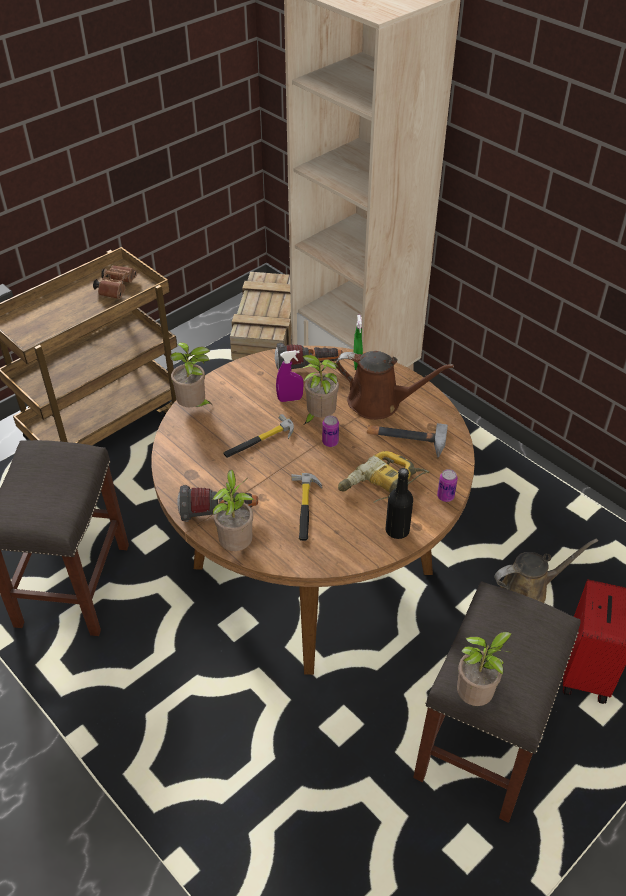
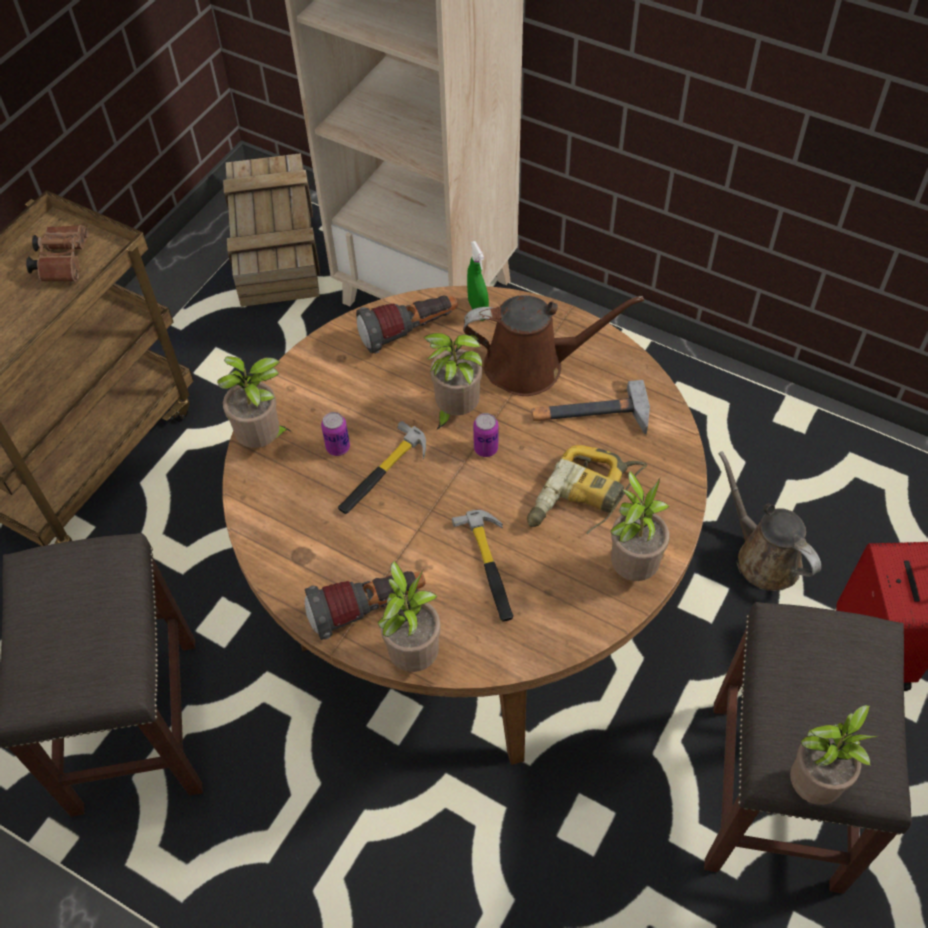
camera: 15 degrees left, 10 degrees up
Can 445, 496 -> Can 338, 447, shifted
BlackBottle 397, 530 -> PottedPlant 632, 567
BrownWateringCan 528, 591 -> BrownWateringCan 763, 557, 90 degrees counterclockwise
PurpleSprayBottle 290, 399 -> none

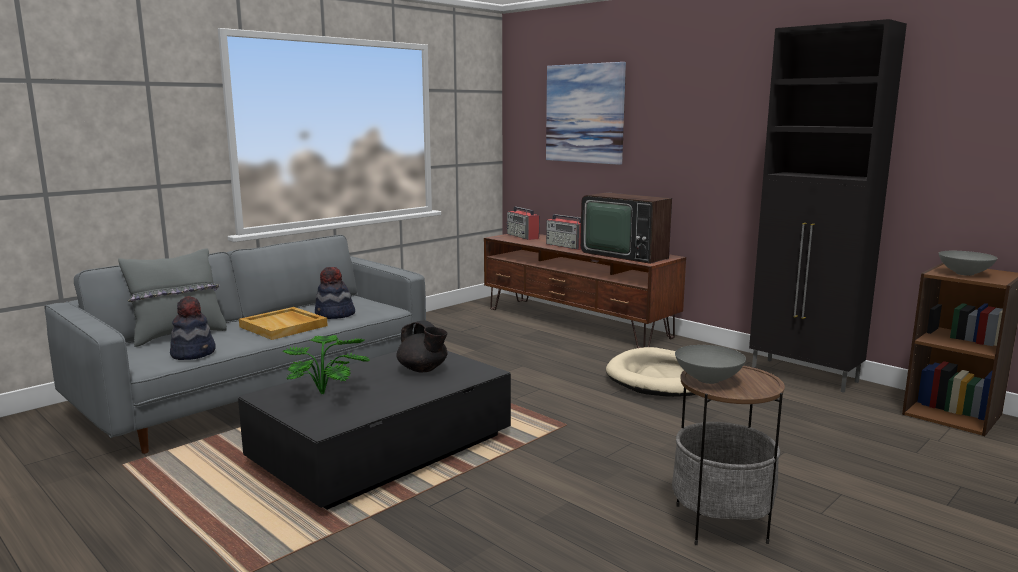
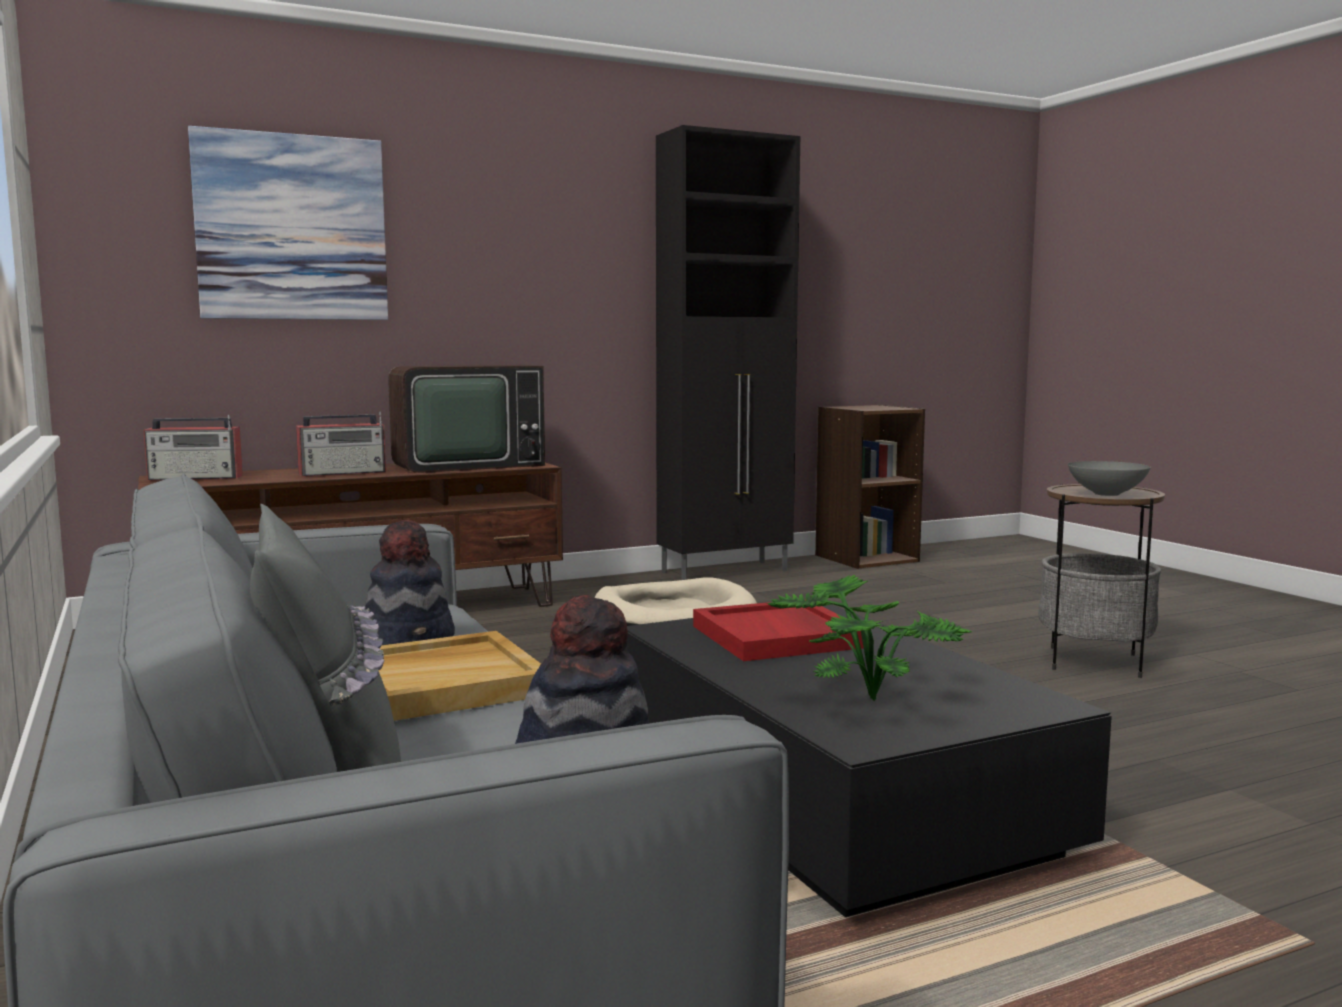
camera: 70 degrees left, 5 degrees down
BlackTeapot 423, 369 -> RedTray 779, 637
GreyBowl 965, 274 -> none

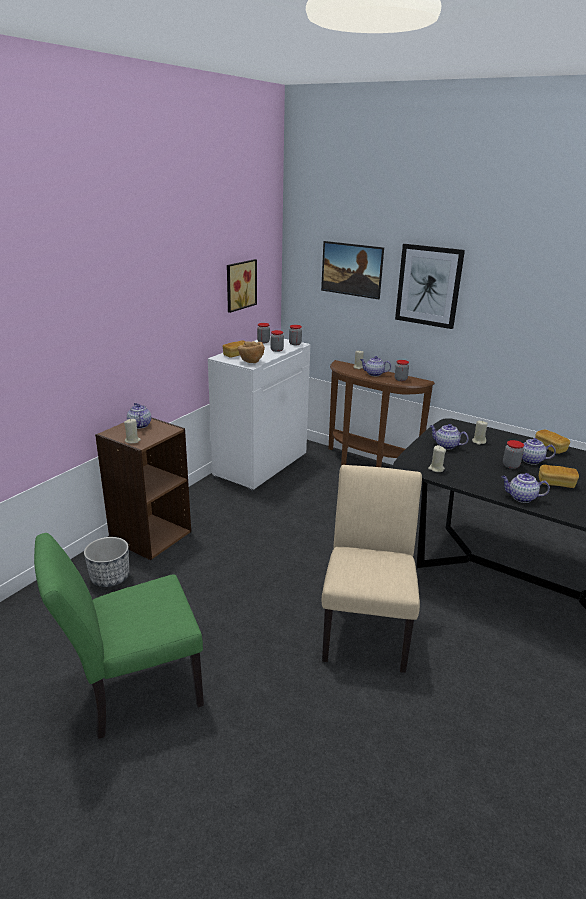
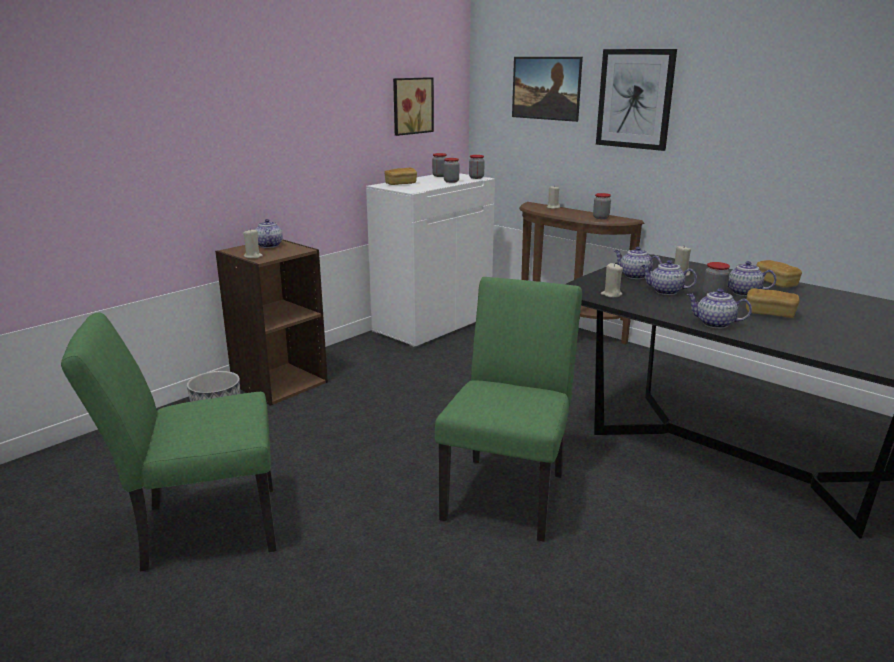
camera: 10 degrees right, 5 degrees down
BeigeChair 366, 627 -> GreenChair 508, 490
Teapot 374, 374 -> Teapot 665, 291, shifted
BrownBowl 251, 362 -> none

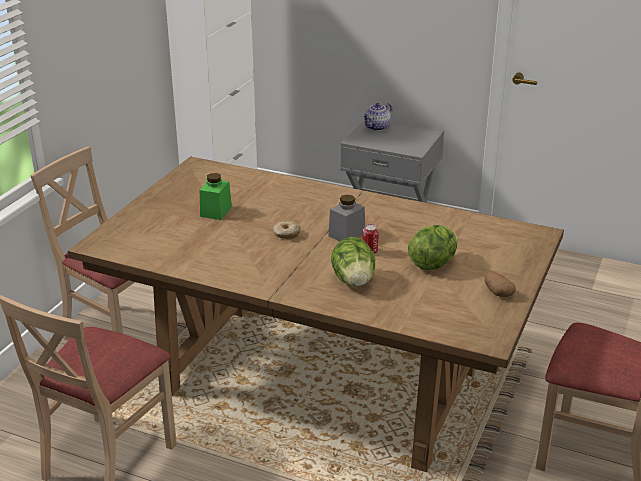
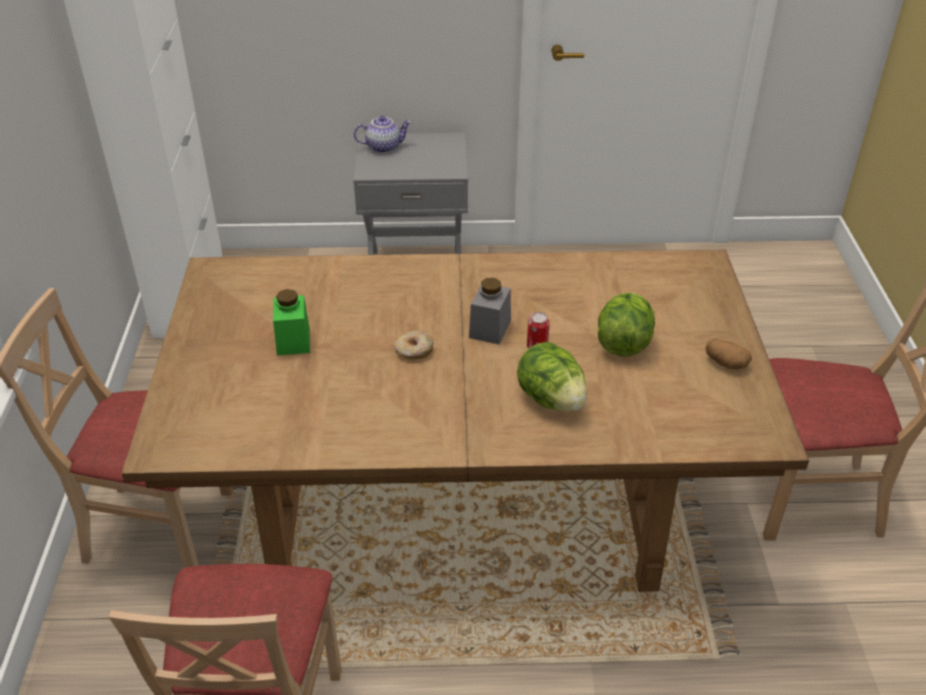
camera: 25 degrees left, 10 degrees up
Teapot 377, 127 -> Teapot 383, 146, 120 degrees counterclockwise

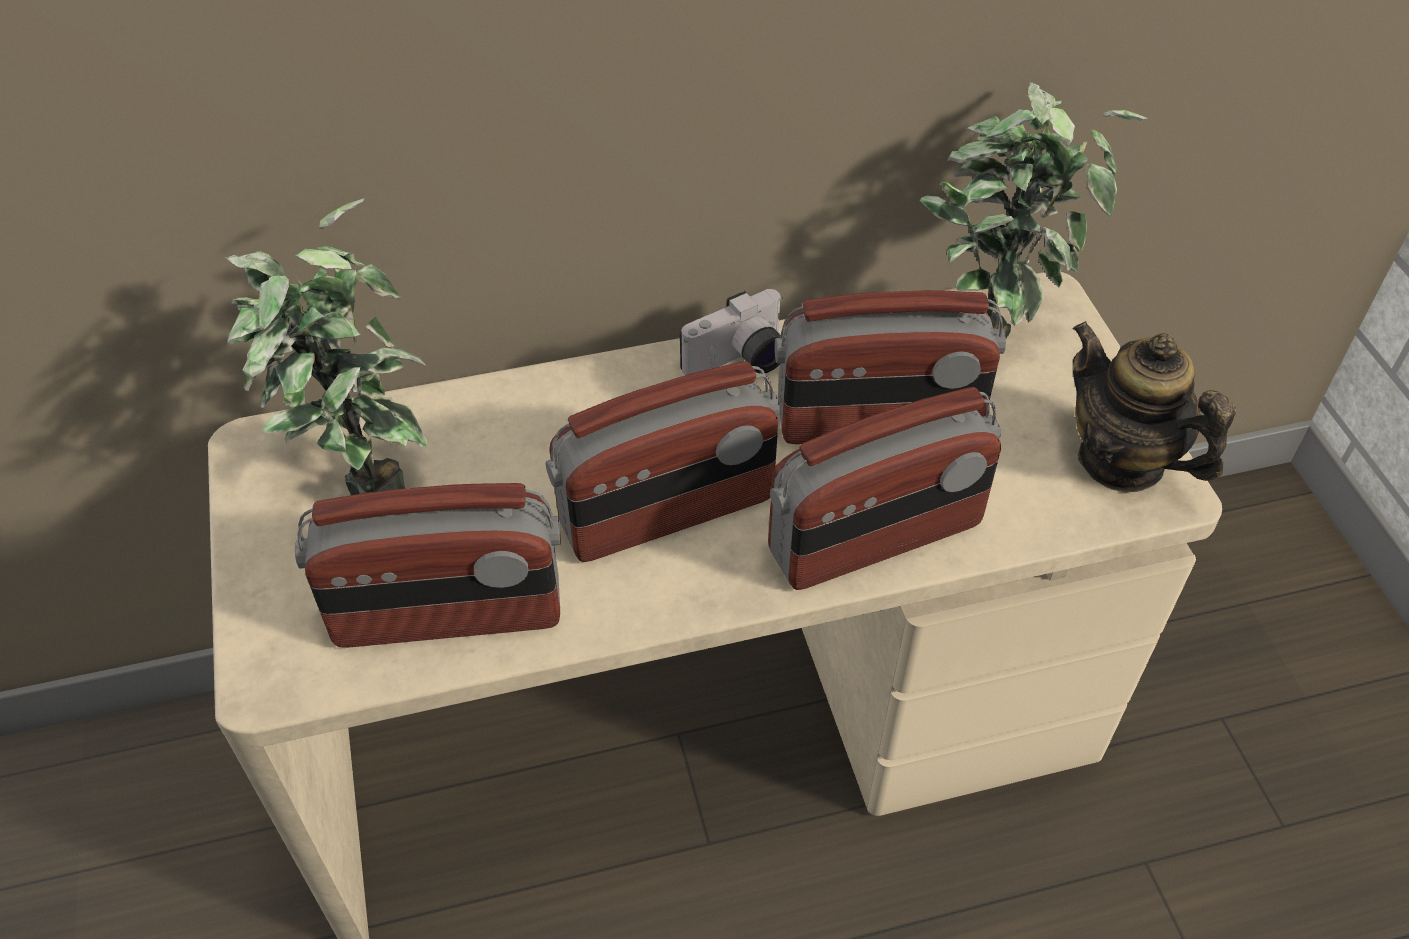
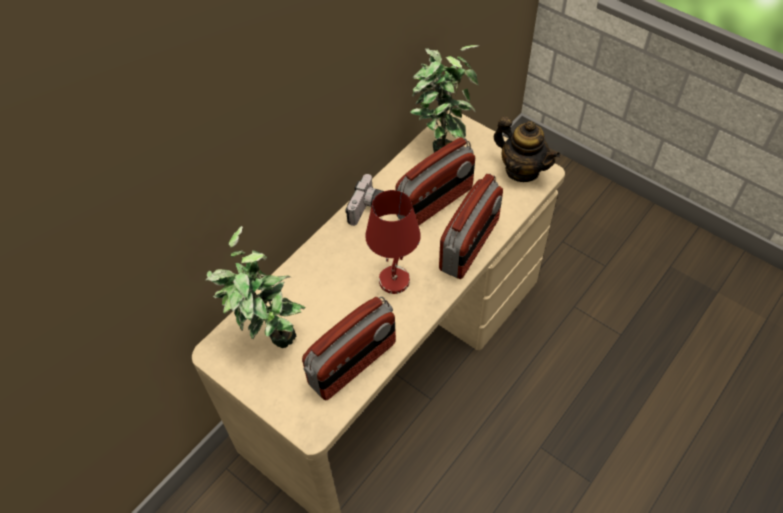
camera: 35 degrees left, 5 degrees up
Radio 668, 513 -> RedTableLamp 394, 279
Teapot 1122, 460 -> Teapot 522, 170, 150 degrees counterclockwise

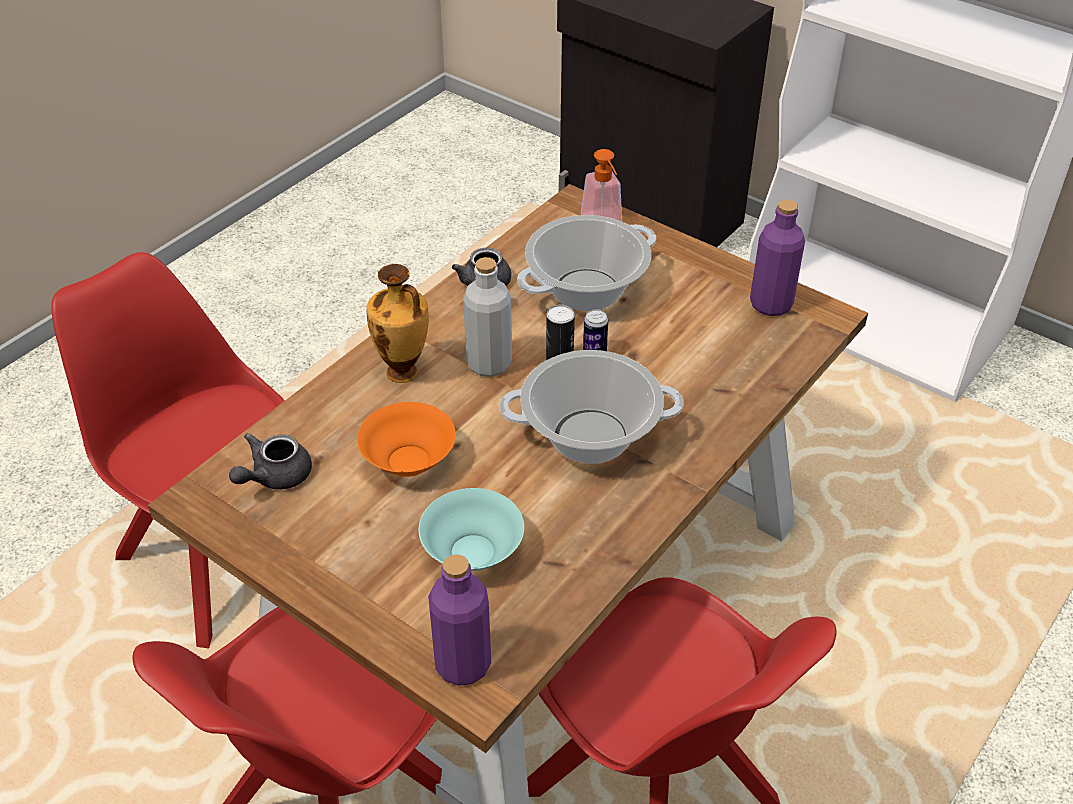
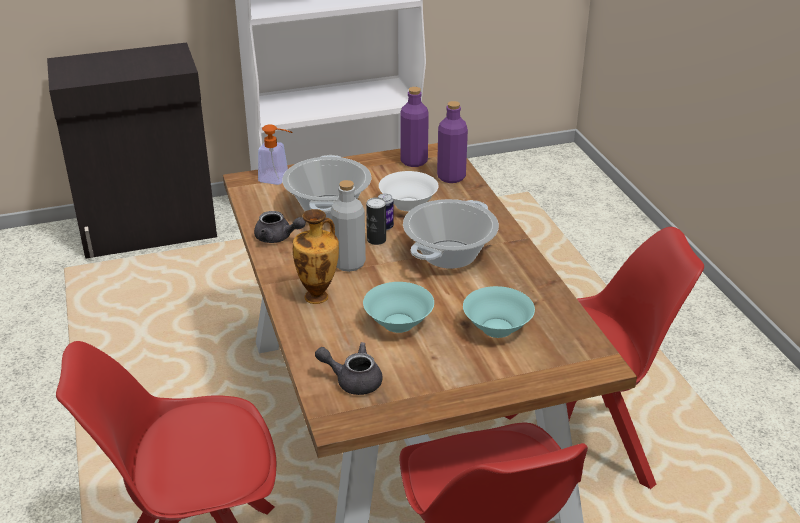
camera: 55 degrees left, 10 degrees down
GreyTeapot 274, 476 -> GreyTeapot 353, 380, 120 degrees clockwise
OrangeBowl 407, 460 -> TurquoiseBowl 398, 323
none -> WhiteBowl 408, 204
PurpleBottle 463, 664 -> PurpleBottle 451, 177, shifted

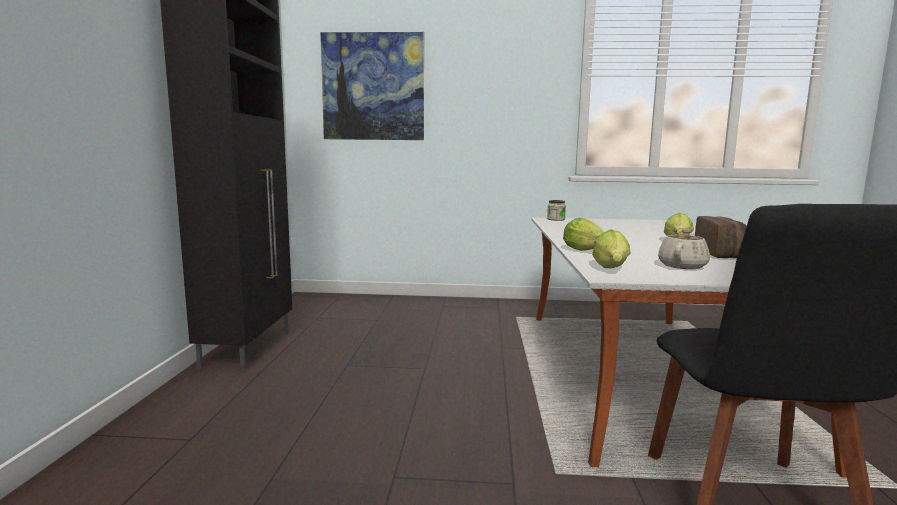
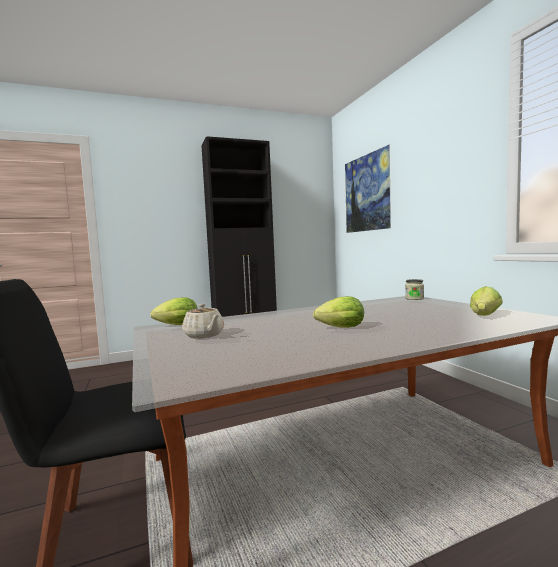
camera: 65 degrees right, 5 degrees down
BeigeTeapot 682, 266 -> BeigeTeapot 204, 335, 45 degrees clockwise
Lettuce 586, 251 -> Lettuce 484, 316, shifted
Bread 723, 253 -> none

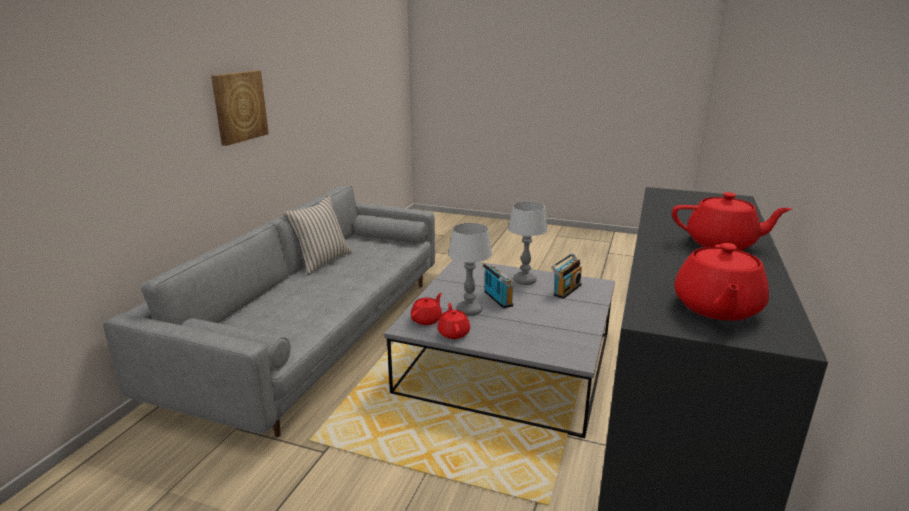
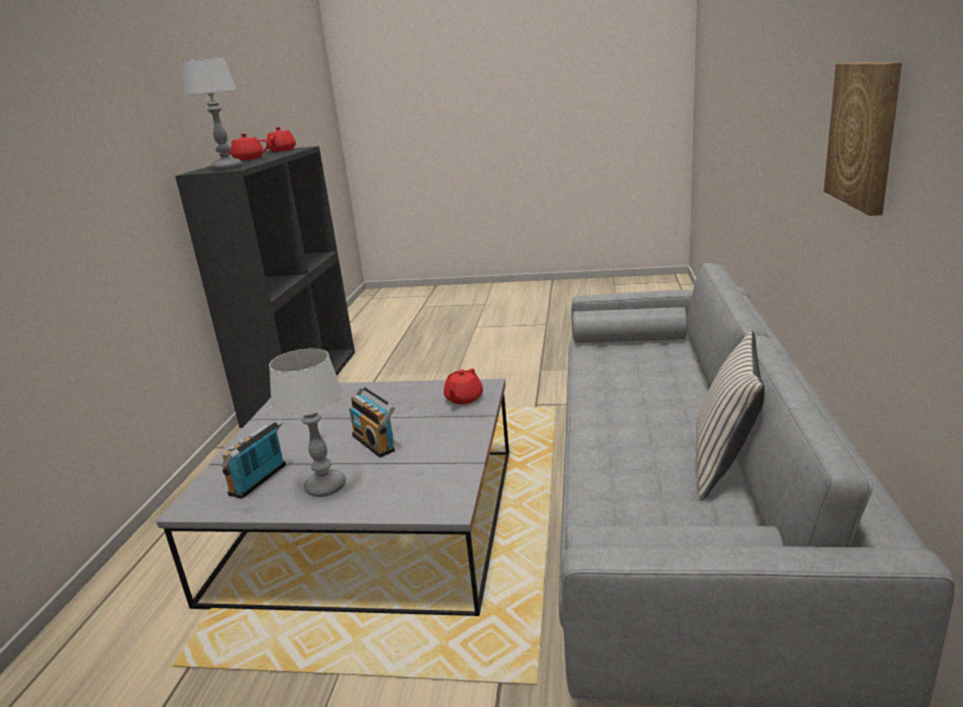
camera: 170 degrees right, 0 degrees up
TableLamp 468, 310 -> TableLamp 228, 168, shifted
RedTeapot 453, 333 -> none

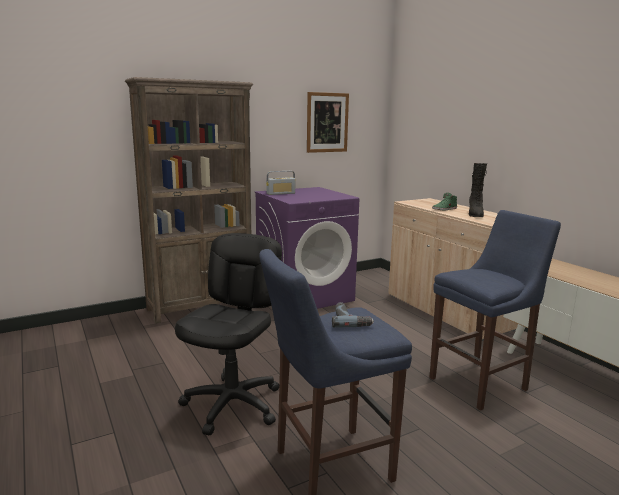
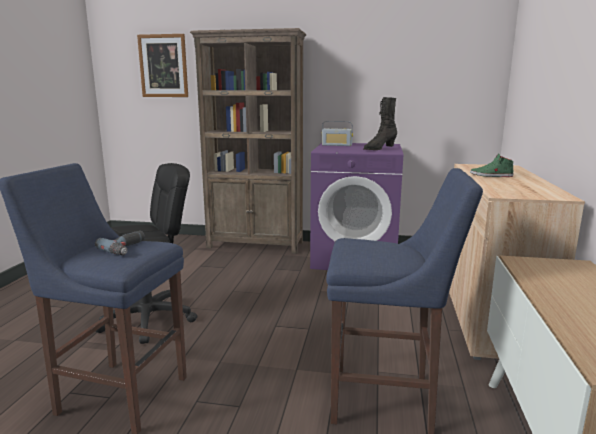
camera: 40 degrees right, 0 degrees up
Picture 327, 122 -> Picture 163, 66, shifted
BlackBoot 475, 214 -> BlackBoot 379, 149, shifted

